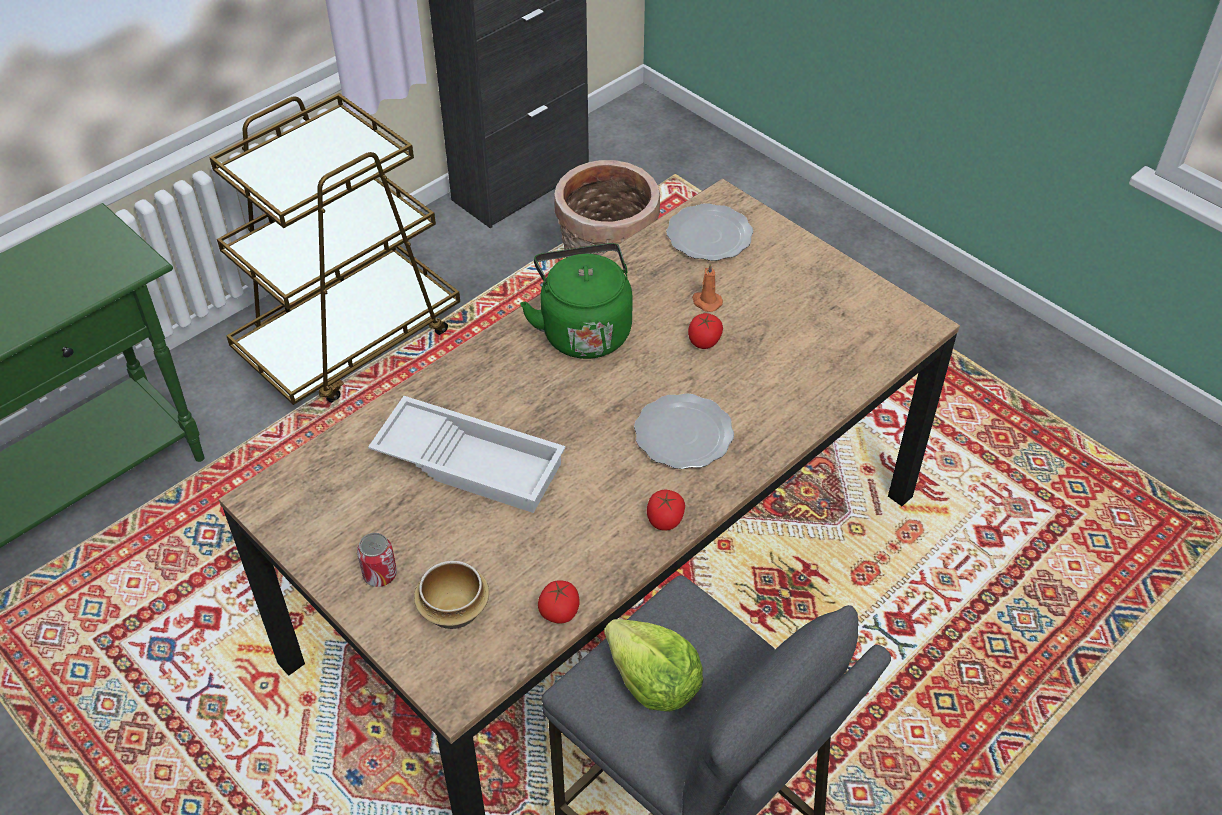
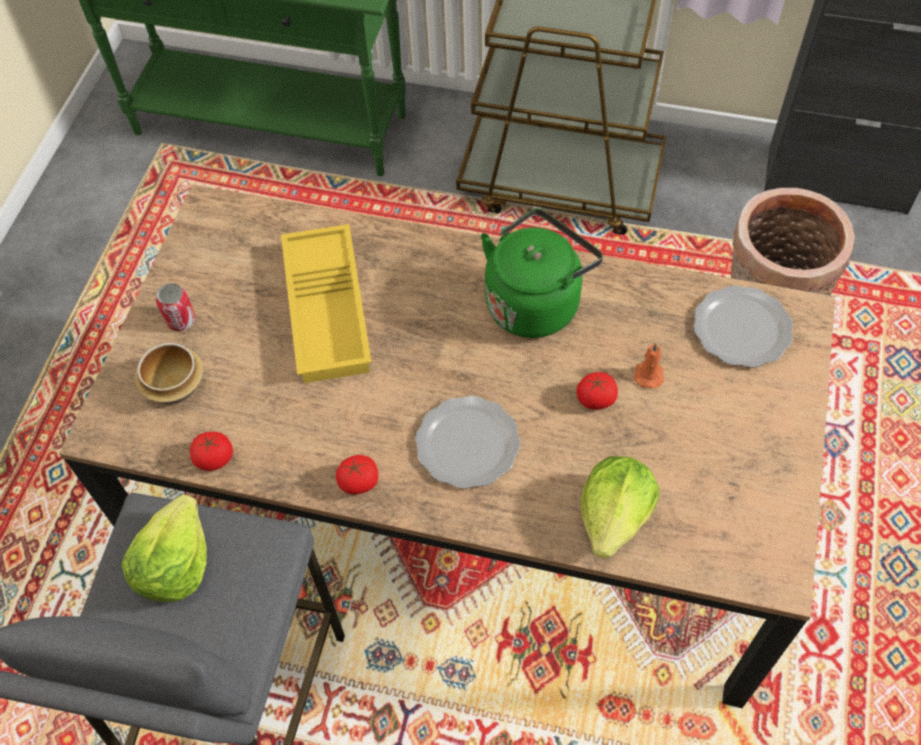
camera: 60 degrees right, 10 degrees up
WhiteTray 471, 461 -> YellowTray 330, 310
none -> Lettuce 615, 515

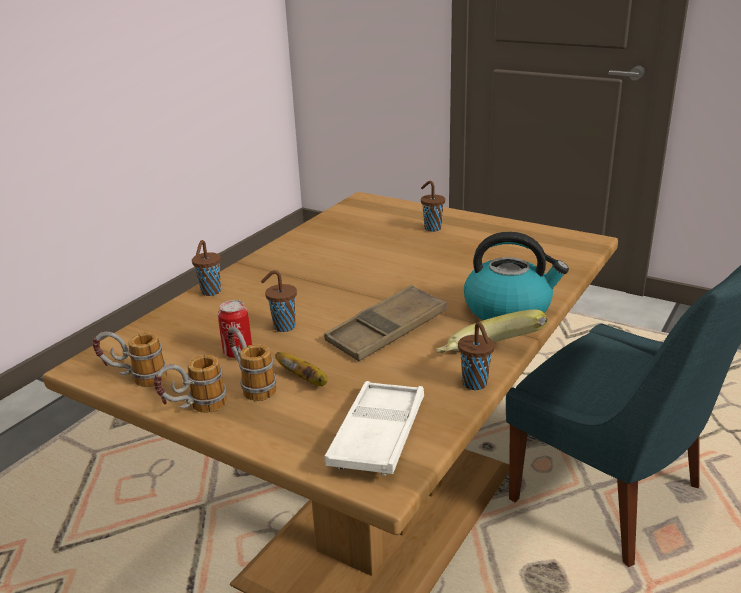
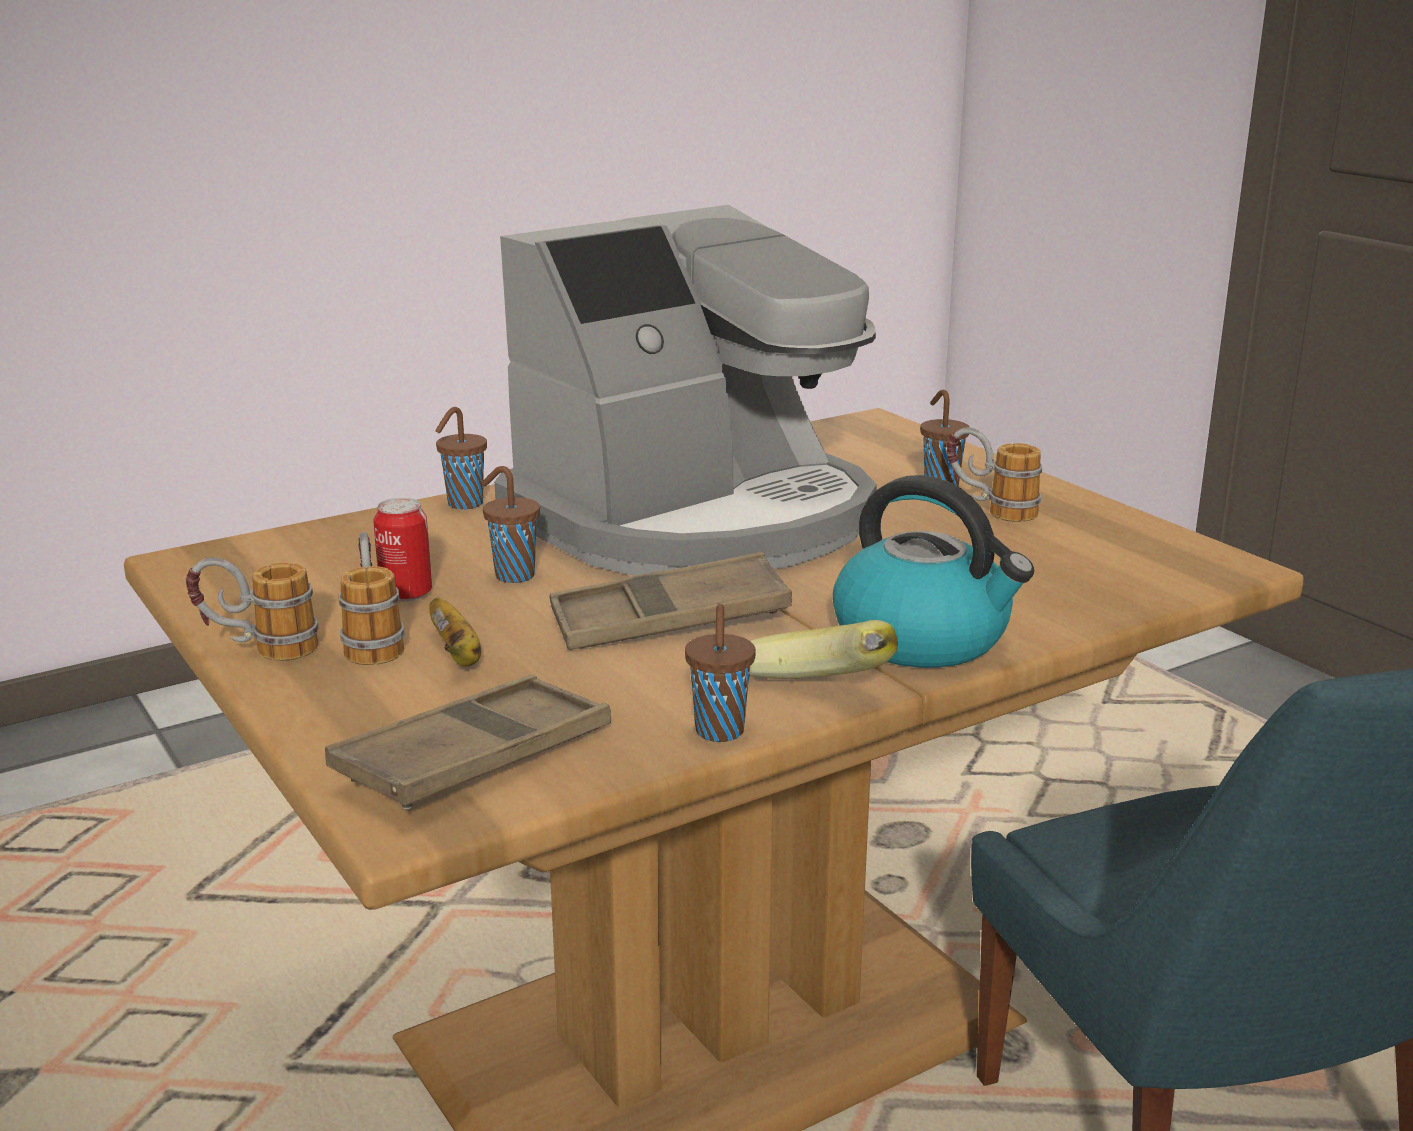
camera: 25 degrees right, 5 degrees down
WhiteTray 378, 434 -> BrownTray 475, 757
none -> CoffeeMachine 697, 519
Mug 135, 379 -> Mug 990, 510, shifted

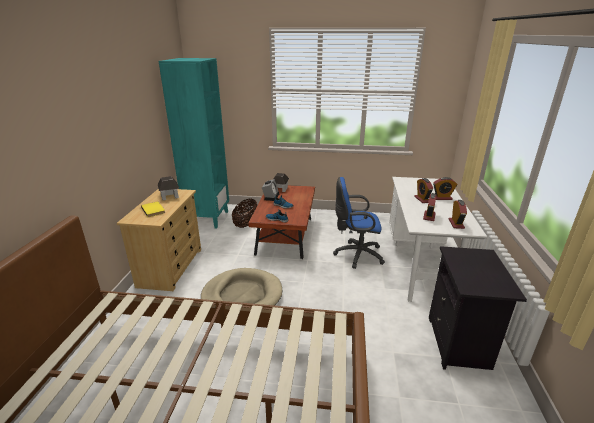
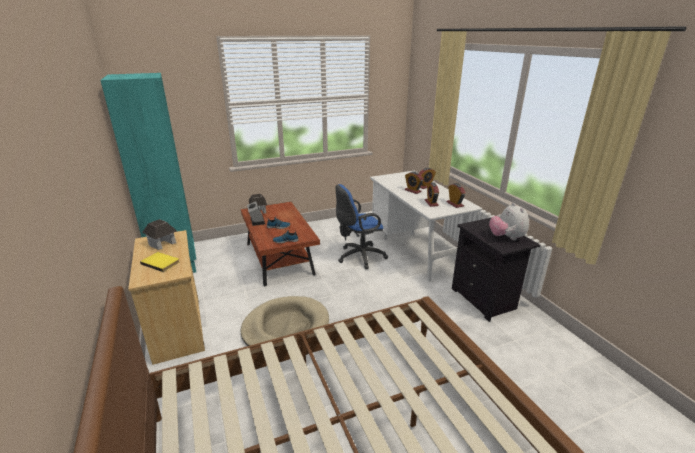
camera: 30 degrees left, 0 degrees up
none -> PlushToy 506, 237
Basket 245, 223 -> none

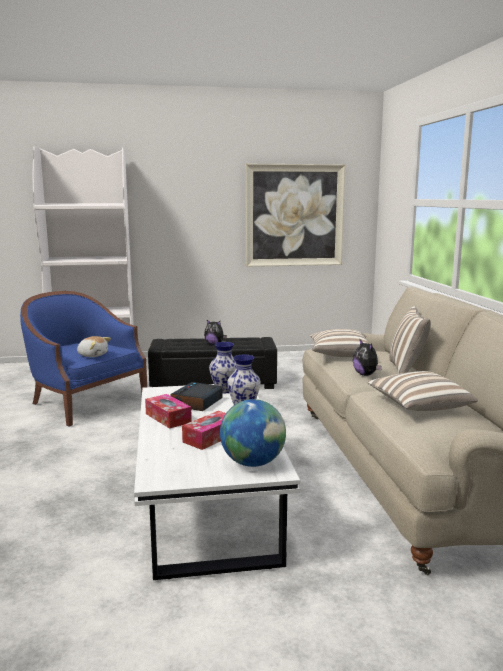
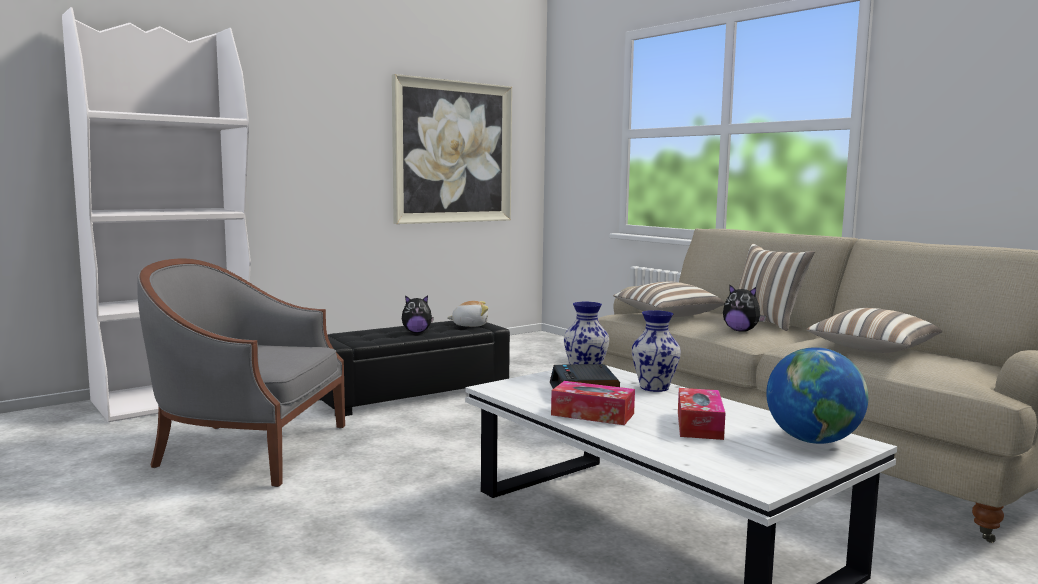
camera: 30 degrees left, 5 degrees down
BlueArmchair 85, 403 -> GreyArmchair 249, 449
PlushToy 93, 355 -> PlushToy 470, 325, shifted

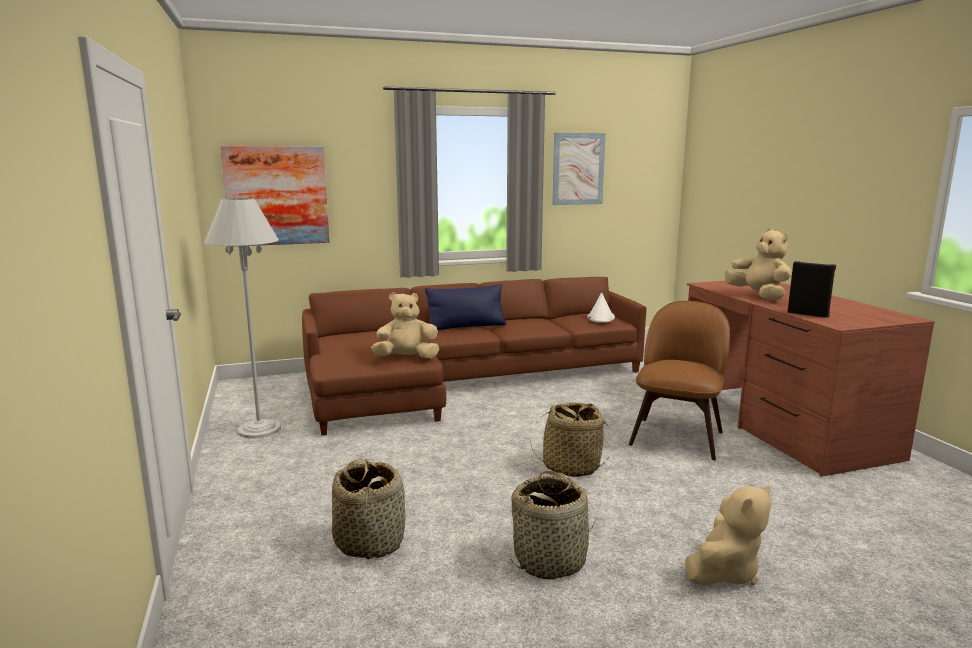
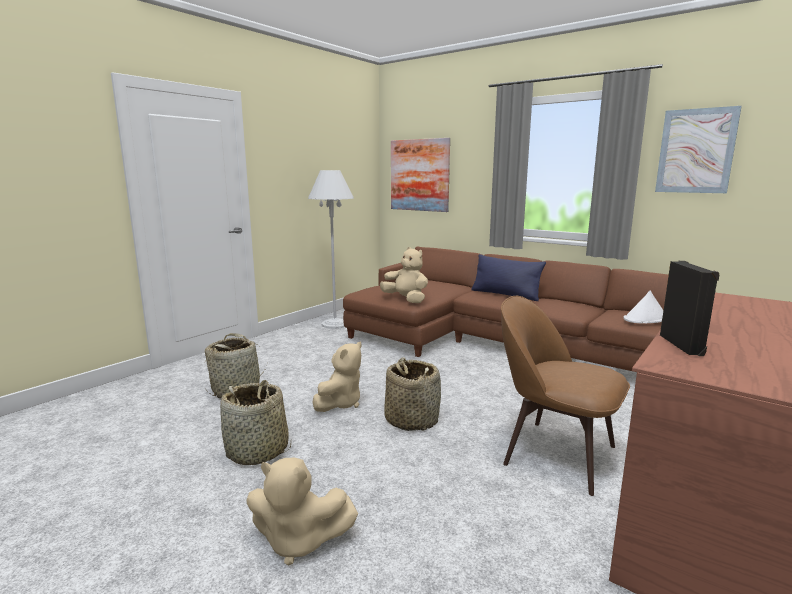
camera: 55 degrees right, 0 degrees up
BeigePlushToy 758, 296 -> BeigePlushToy 340, 403, shifted
BrownChair 677, 436 -> BrownChair 554, 453, 135 degrees counterclockwise

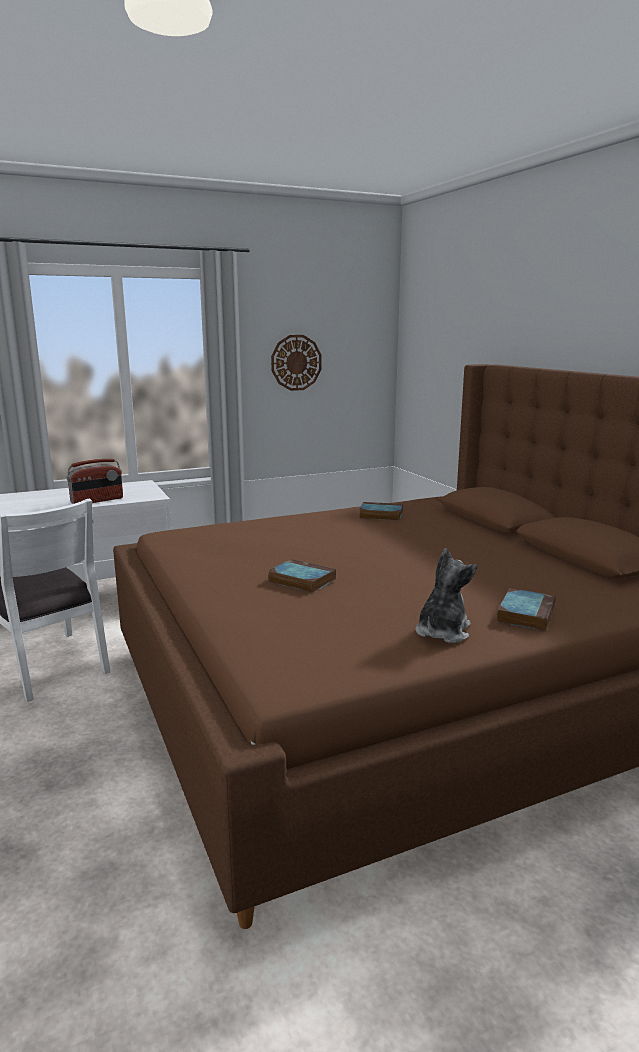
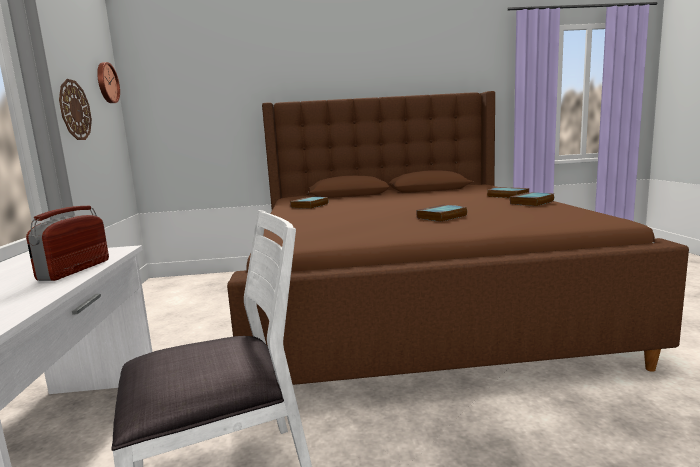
camera: 70 degrees left, 5 degrees down
Radio 97, 501 -> Radio 74, 270, 150 degrees counterclockwise
none -> WallClock 106, 83
PlushToy 442, 632 -> Book 532, 203

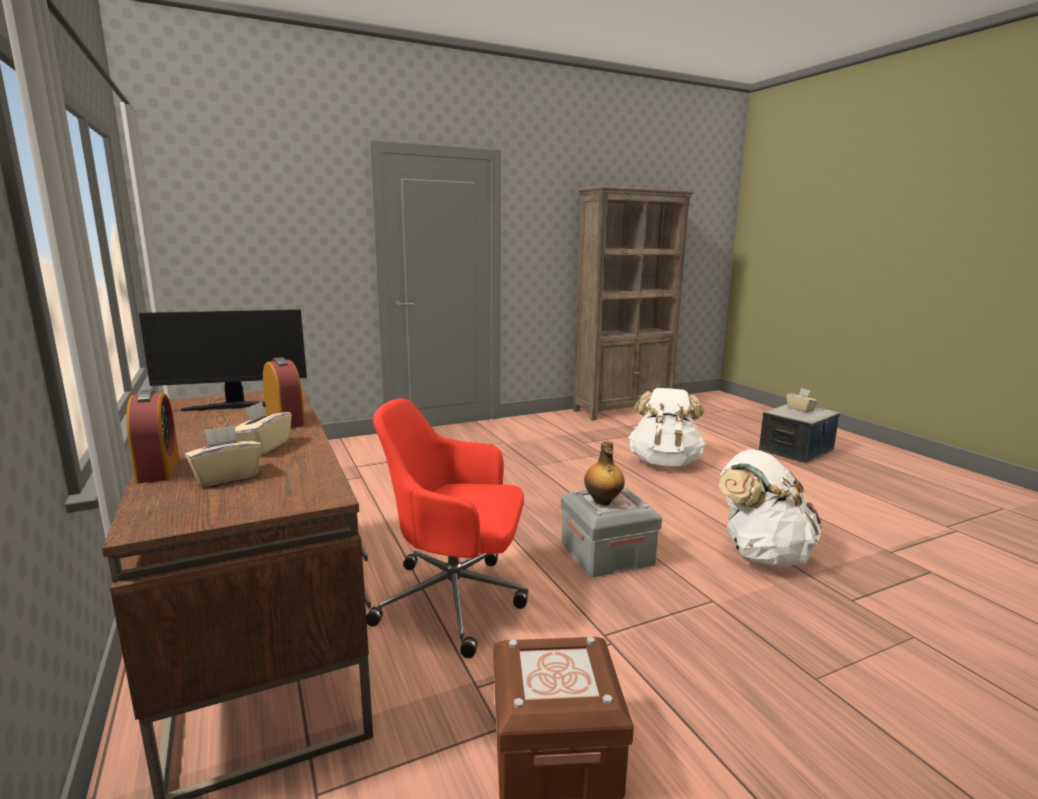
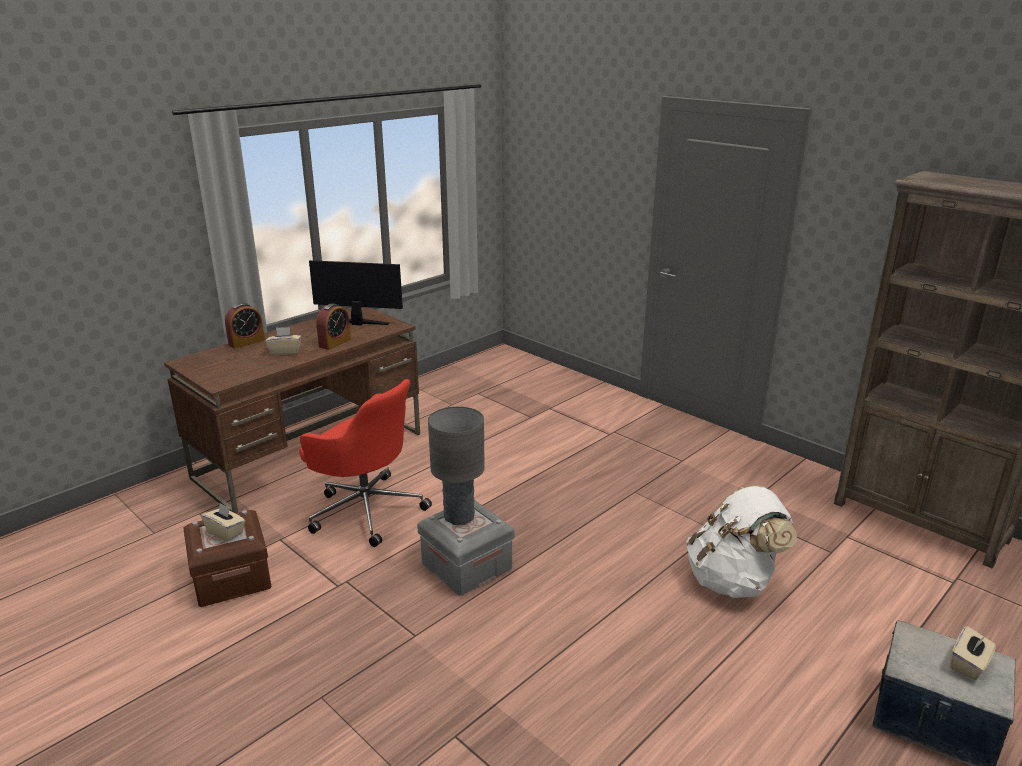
camera: 70 degrees right, 10 degrees up
BeigeTissueBox 226, 476 -> BeigeTissueBox 226, 532, shifted
RedOfficeChair 456, 601 -> RedOfficeChair 366, 509, 135 degrees clockwise
Monitor 235, 406 -> Monitor 358, 323, 135 degrees clockwise
Bottle 602, 501 -> GreyTableLamp 458, 517
WhiteBackpack 761, 554 -> none

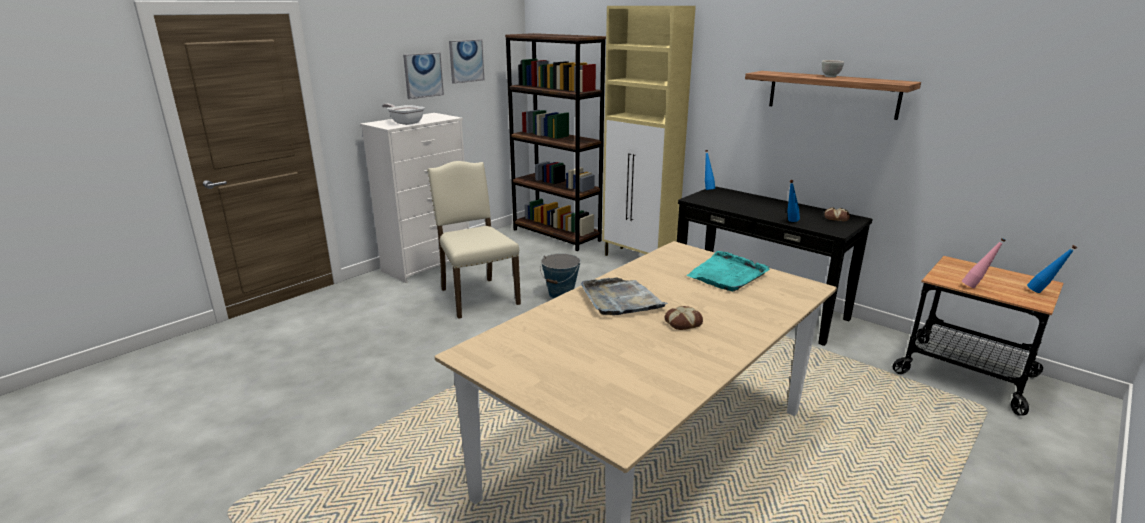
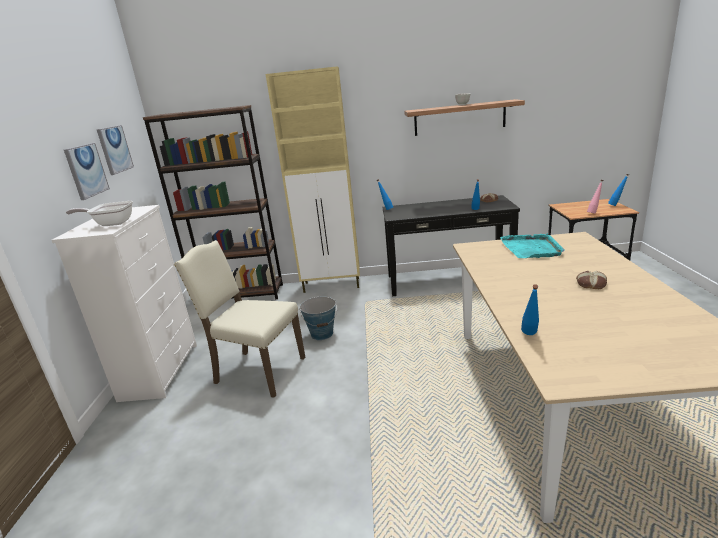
camera: 40 degrees left, 0 degrees up
none -> BlueBottle 530, 336
GreyTray 620, 299 -> none

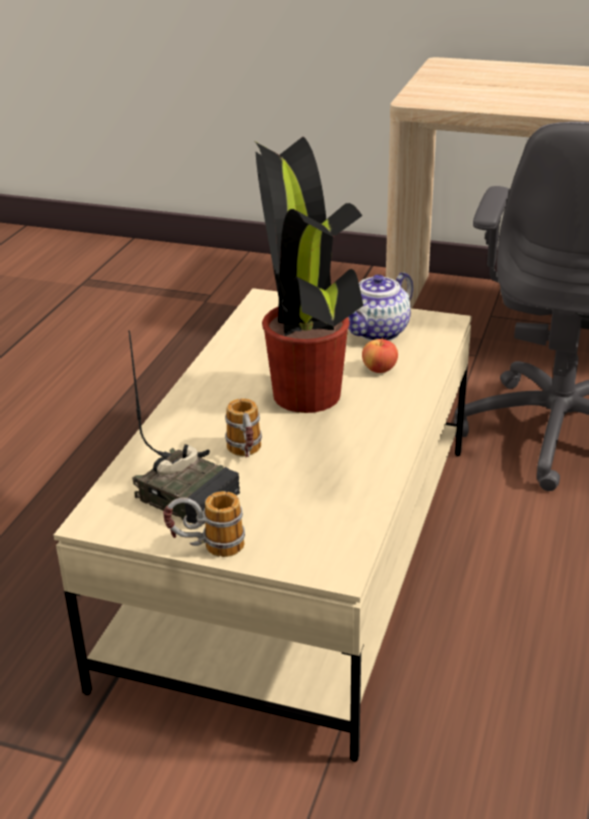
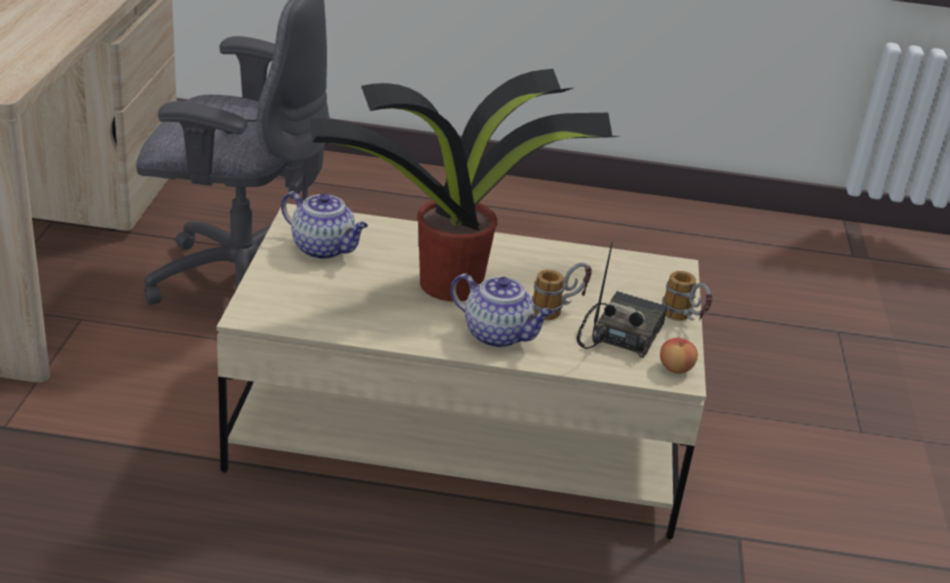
camera: 105 degrees left, 0 degrees up
none -> Teapot 498, 335
Apple 379, 369 -> Apple 675, 368, shifted

